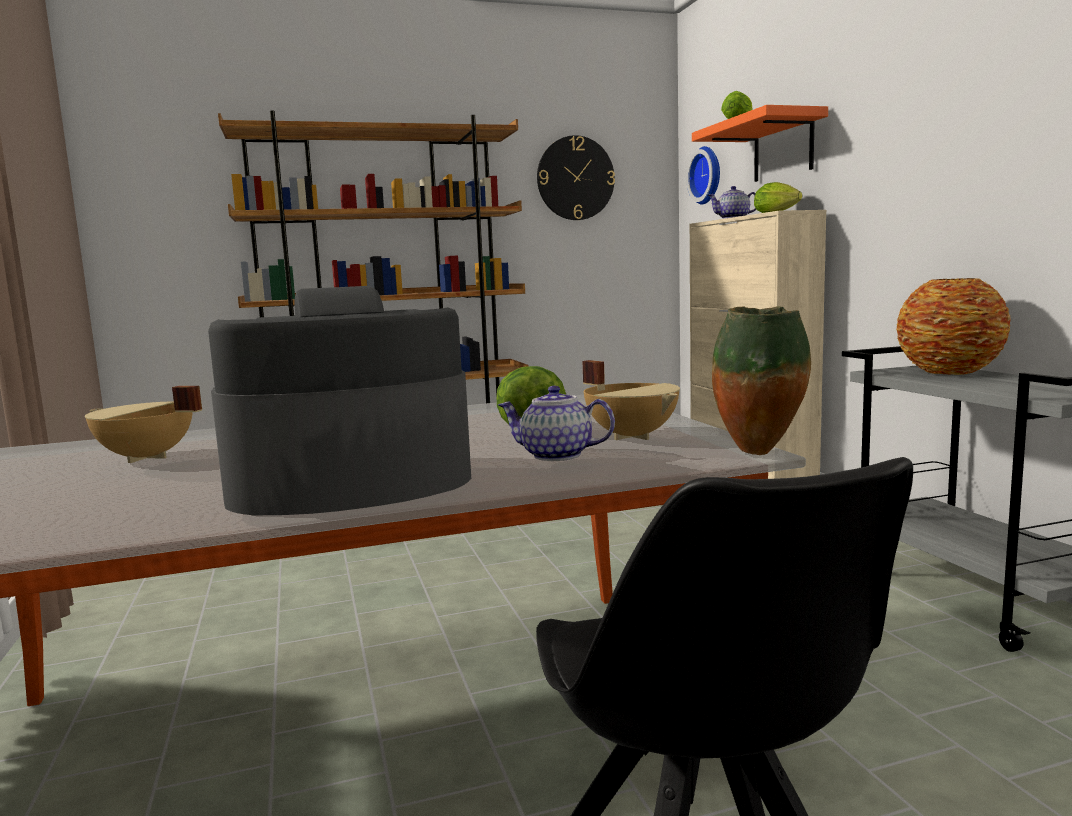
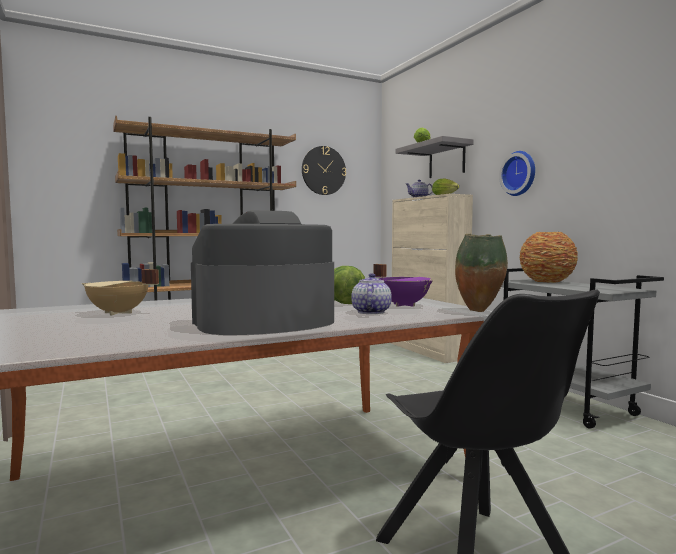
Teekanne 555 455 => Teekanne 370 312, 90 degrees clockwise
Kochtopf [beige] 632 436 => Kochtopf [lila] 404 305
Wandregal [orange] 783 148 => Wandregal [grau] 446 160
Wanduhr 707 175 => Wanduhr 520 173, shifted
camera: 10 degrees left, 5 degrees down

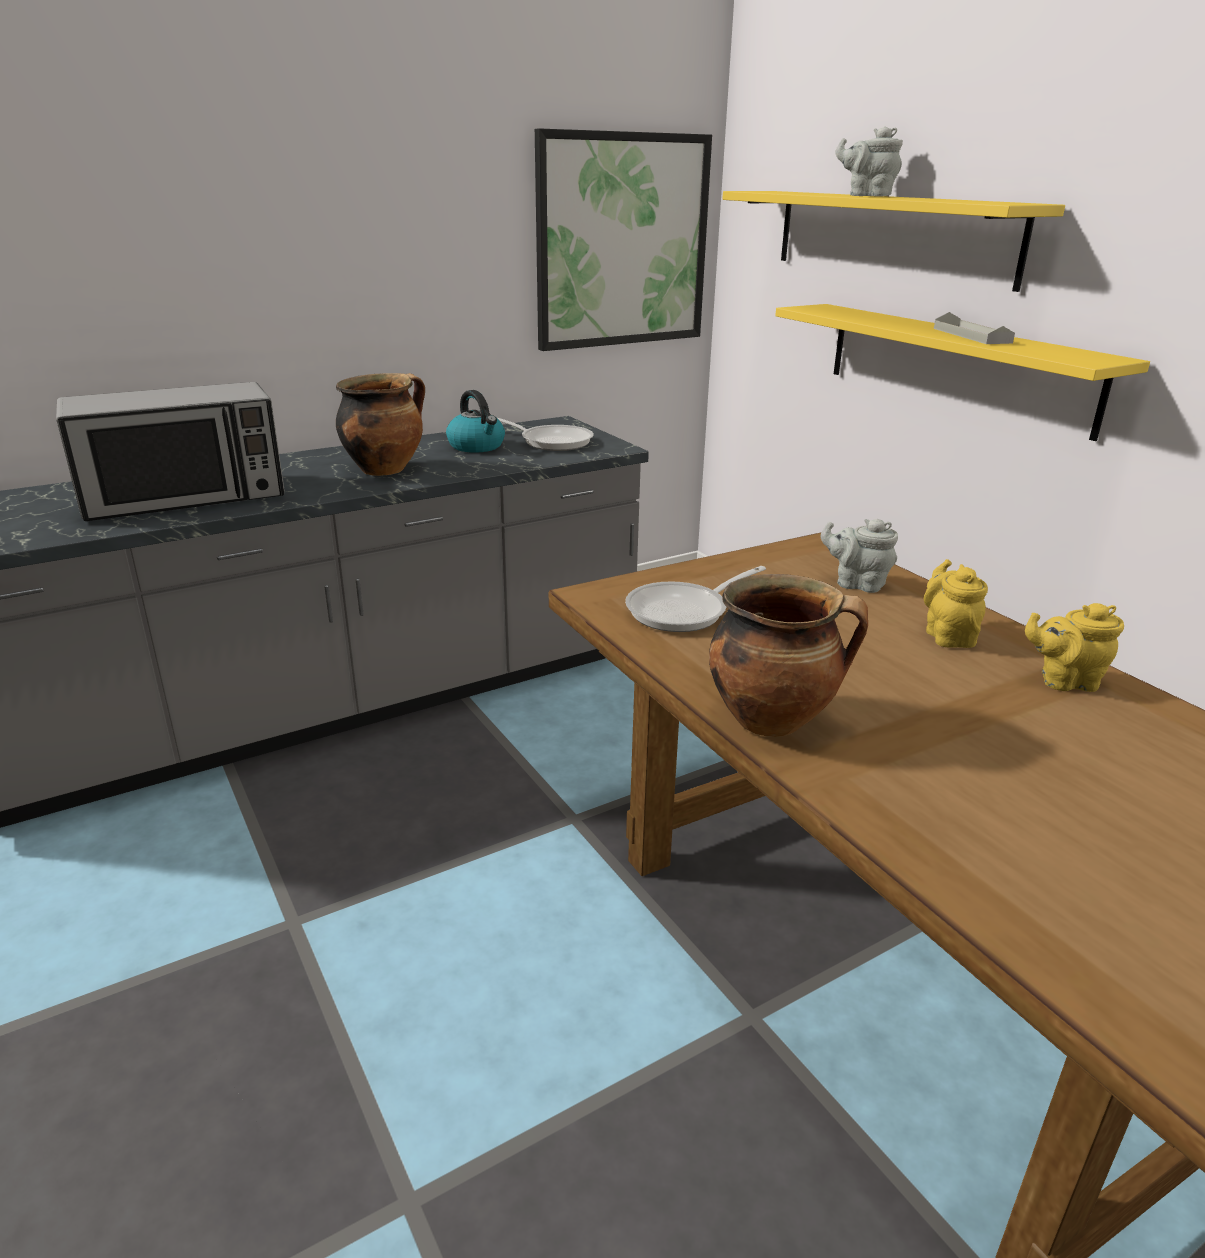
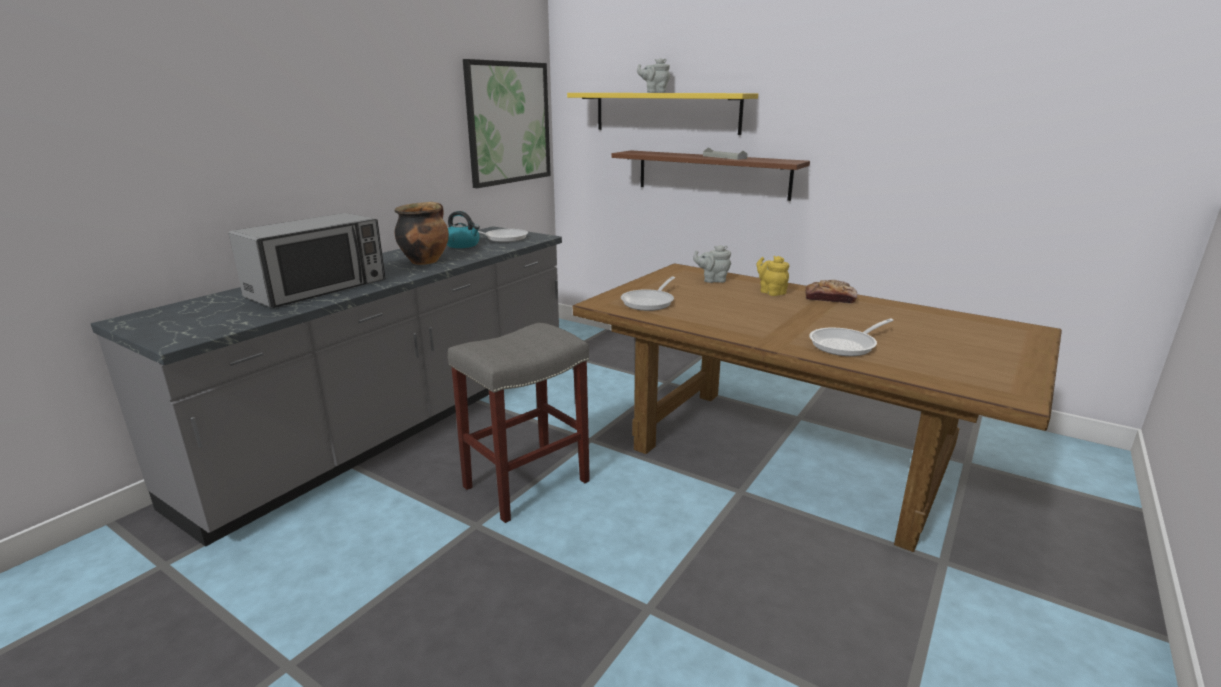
nothing => Hocker [grau] 527 483
Wandregal [gelb] 955 366 => Wandregal [braun] 712 174
Teekanne [gelb] 1063 681 => Brot 830 299
nothing => Pfanne 846 345
Kochtopf 773 720 => nothing
camera: 25 degrees left, 5 degrees down

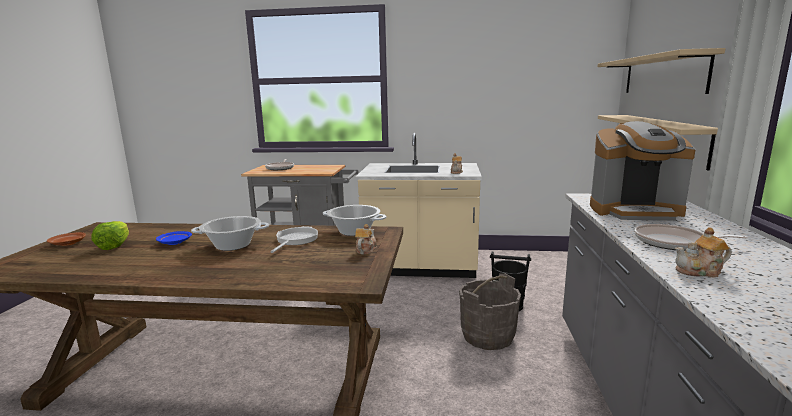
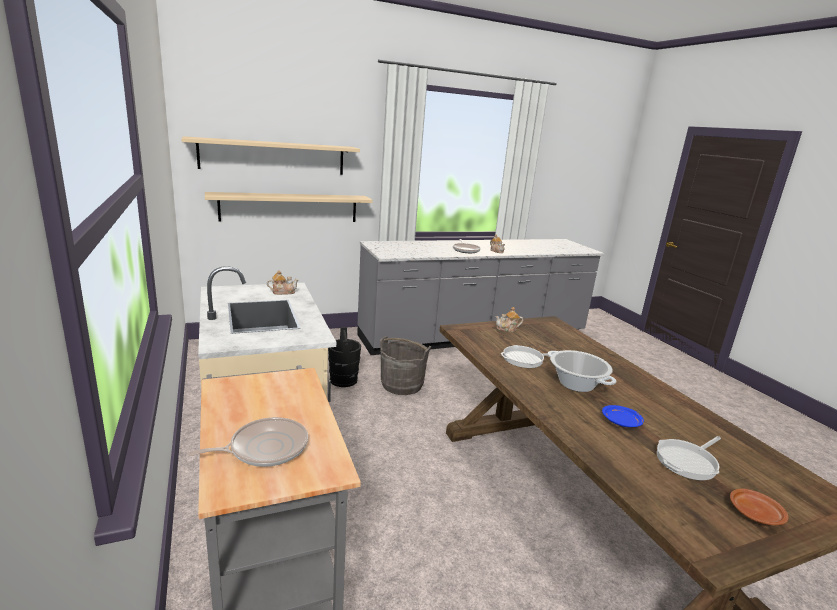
Salatkopf 115 245 => Pfanne 688 461
Kochtopf 354 231 => nothing
Kaffeemaschine 635 211 => nothing
camera: 120 degrees left, 5 degrees up

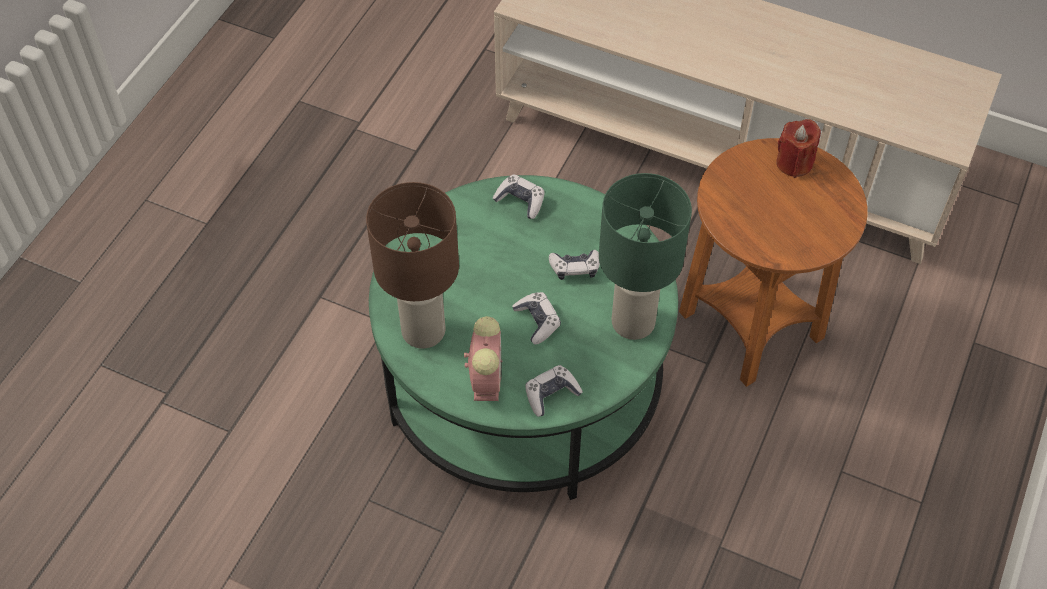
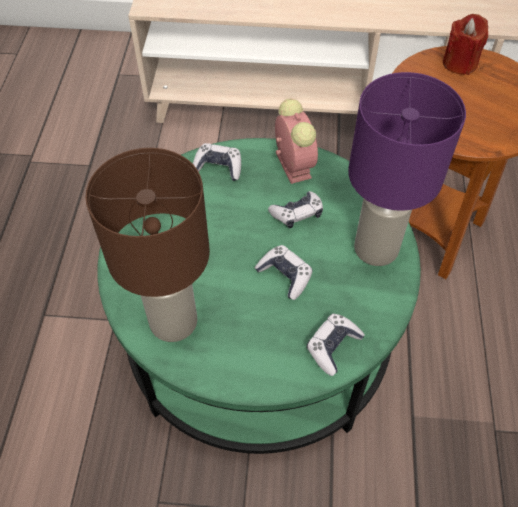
Wecker 486 378 => Wecker 292 164, shifted
Tischlampe [grün] 632 321 => Tischlampe [lila] 375 247
camera: 20 degrees left, 0 degrees up

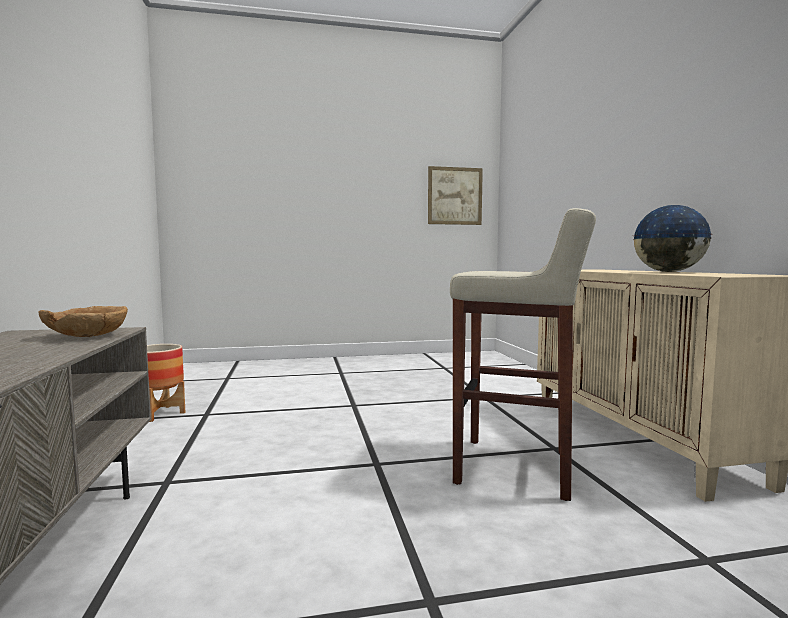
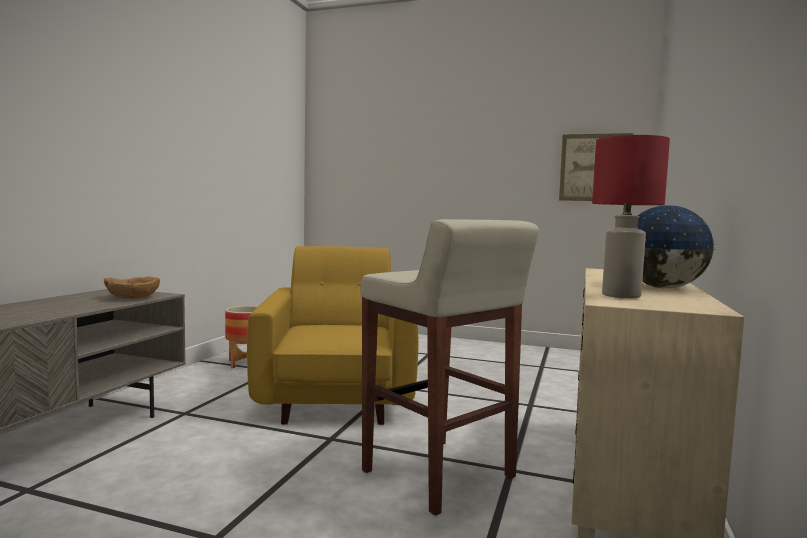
nothing => Sessel [gelb] 338 397
nothing => Tischlampe [rot] 620 296
camera: 30 degrees right, 0 degrees up

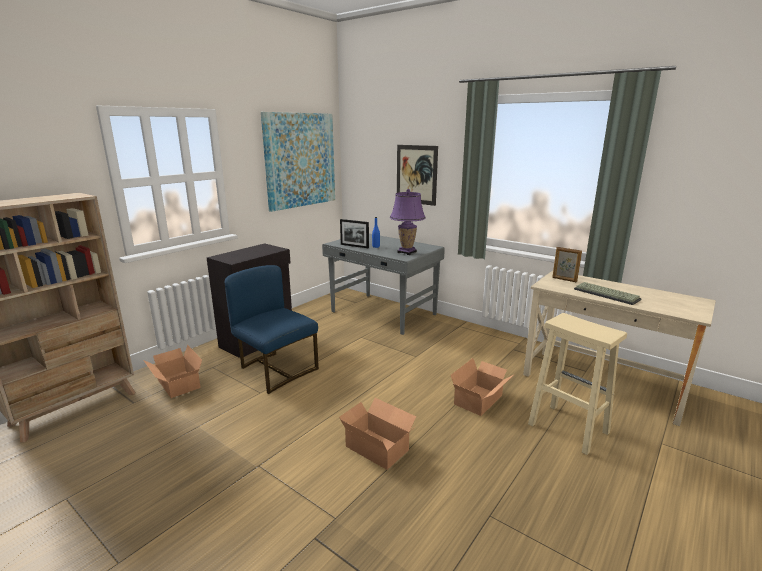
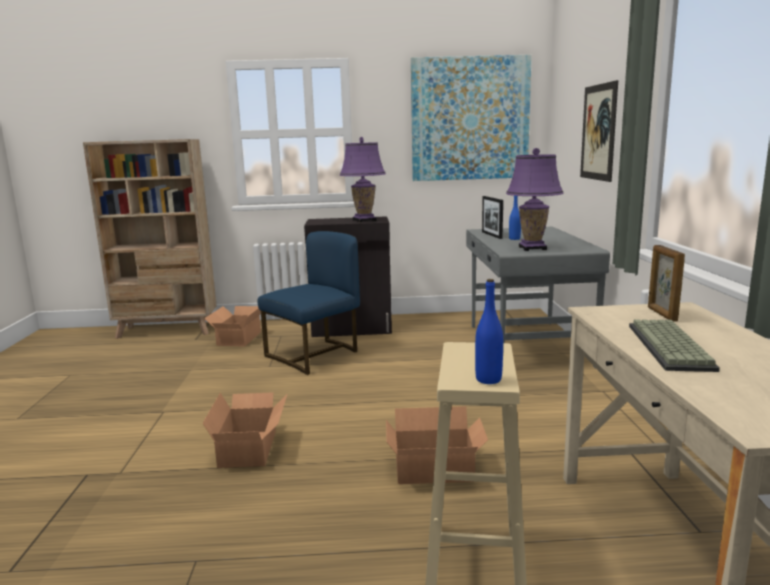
Stuhl [blau] 276 370 => Stuhl [blau] 315 355, 45 degrees clockwise
nothing => Tischlampe [lila] 364 220
nothing => Flasche [blau] 488 379
camera: 50 degrees right, 5 degrees down

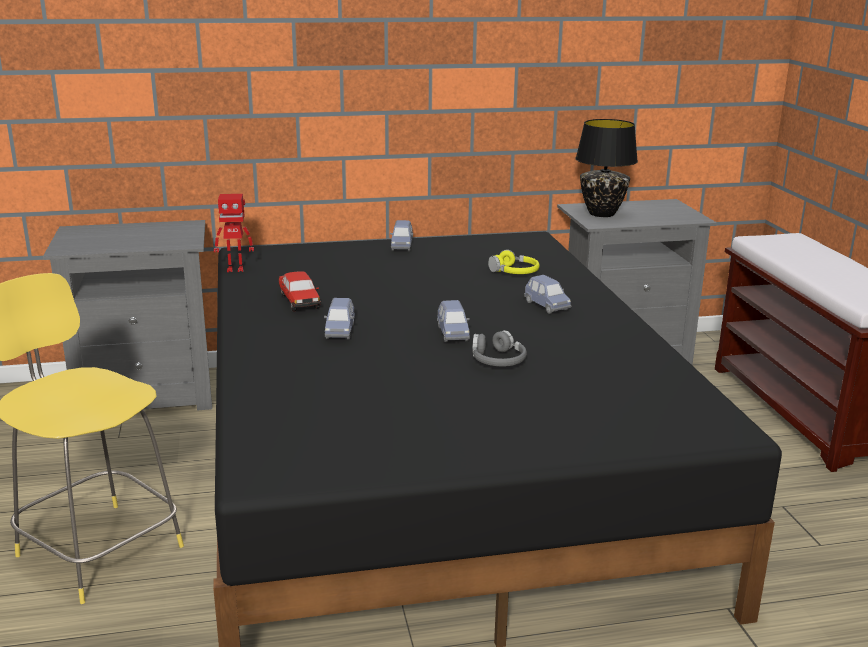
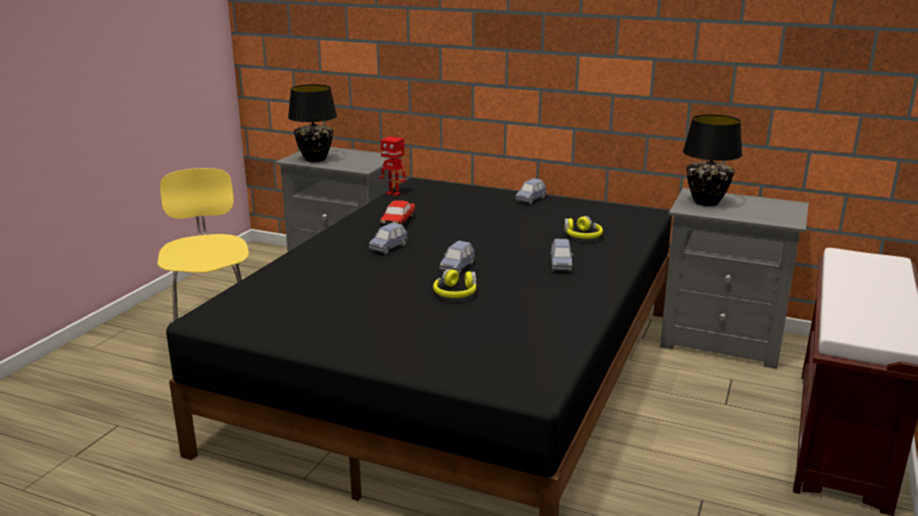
nothing => Tischlampe [schwarz] 315 159
Kopfhörer [grau] 497 360 => Kopfhörer [gelb] 455 293
camera: 35 degrees right, 0 degrees up

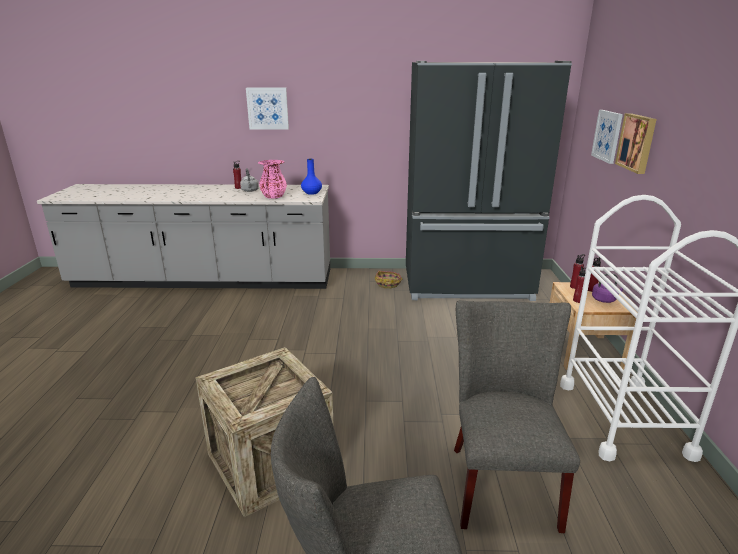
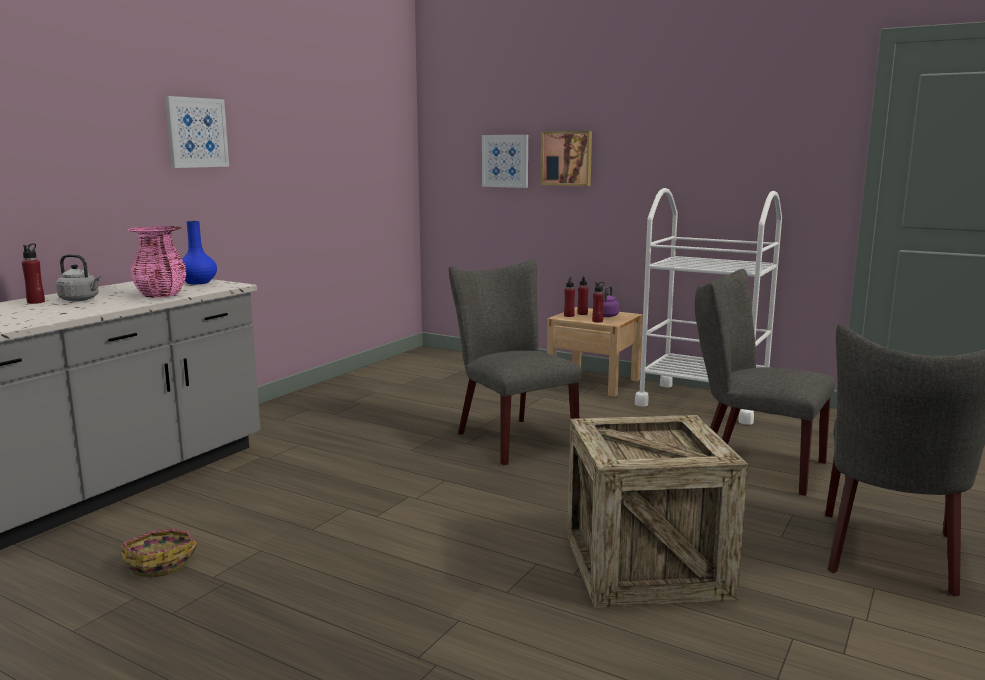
Korb 388 283 => Korb 161 562, shifted
Bild 267 108 => Bild 196 132, shifted
nothing => Stuhl [grau] 510 438
Kühlschrank [schwarz] 468 285 => nothing
camera: 60 degrees left, 10 degrees down

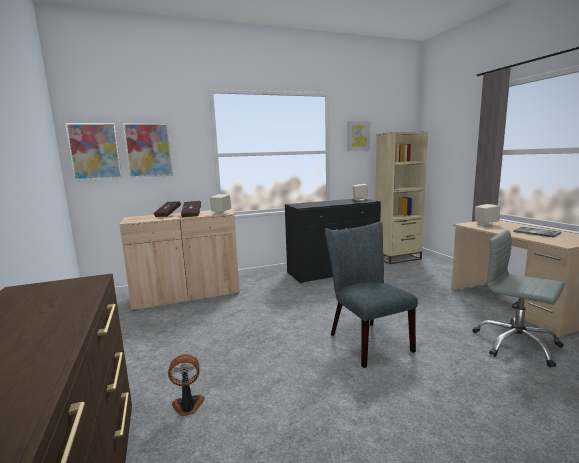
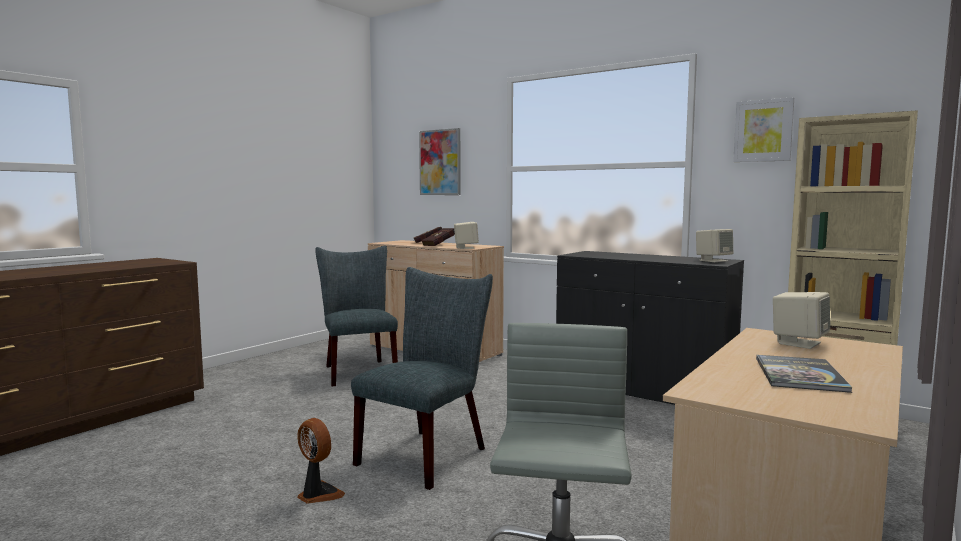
Ventilator 188 406 => Ventilator 318 494, shifted
nothing => Stuhl [grau] 358 371
Bild 95 151 => nothing
camera: 55 degrees right, 5 degrees down

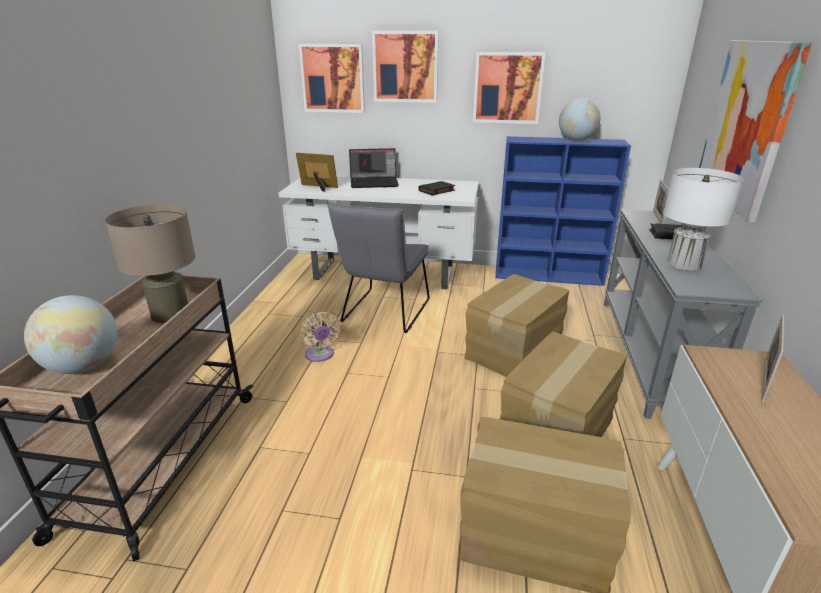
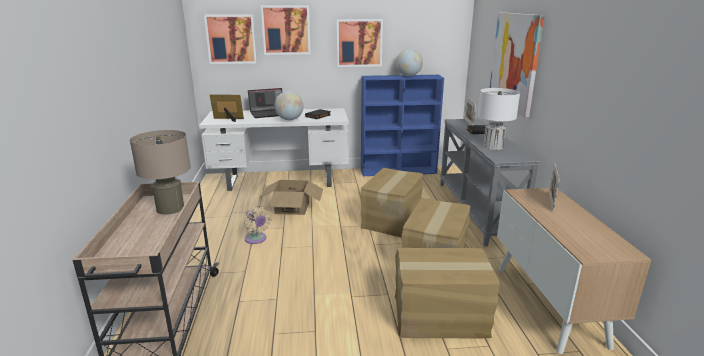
Stuhl [grau] 383 314 => Karton 292 207
Globus 83 366 => Globus 289 119, shifted
camera: 15 degrees left, 5 degrees down

